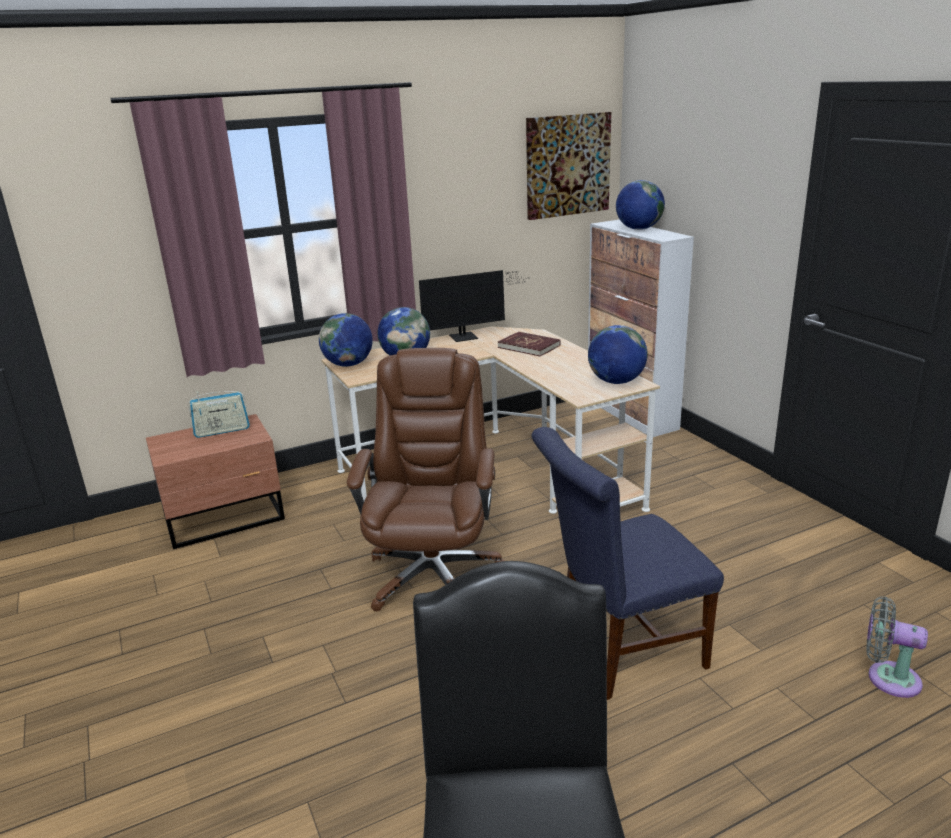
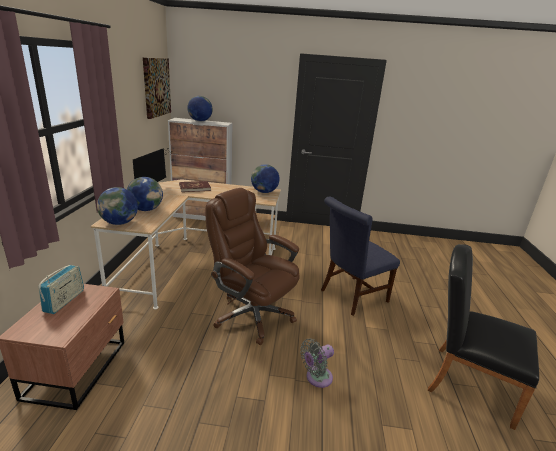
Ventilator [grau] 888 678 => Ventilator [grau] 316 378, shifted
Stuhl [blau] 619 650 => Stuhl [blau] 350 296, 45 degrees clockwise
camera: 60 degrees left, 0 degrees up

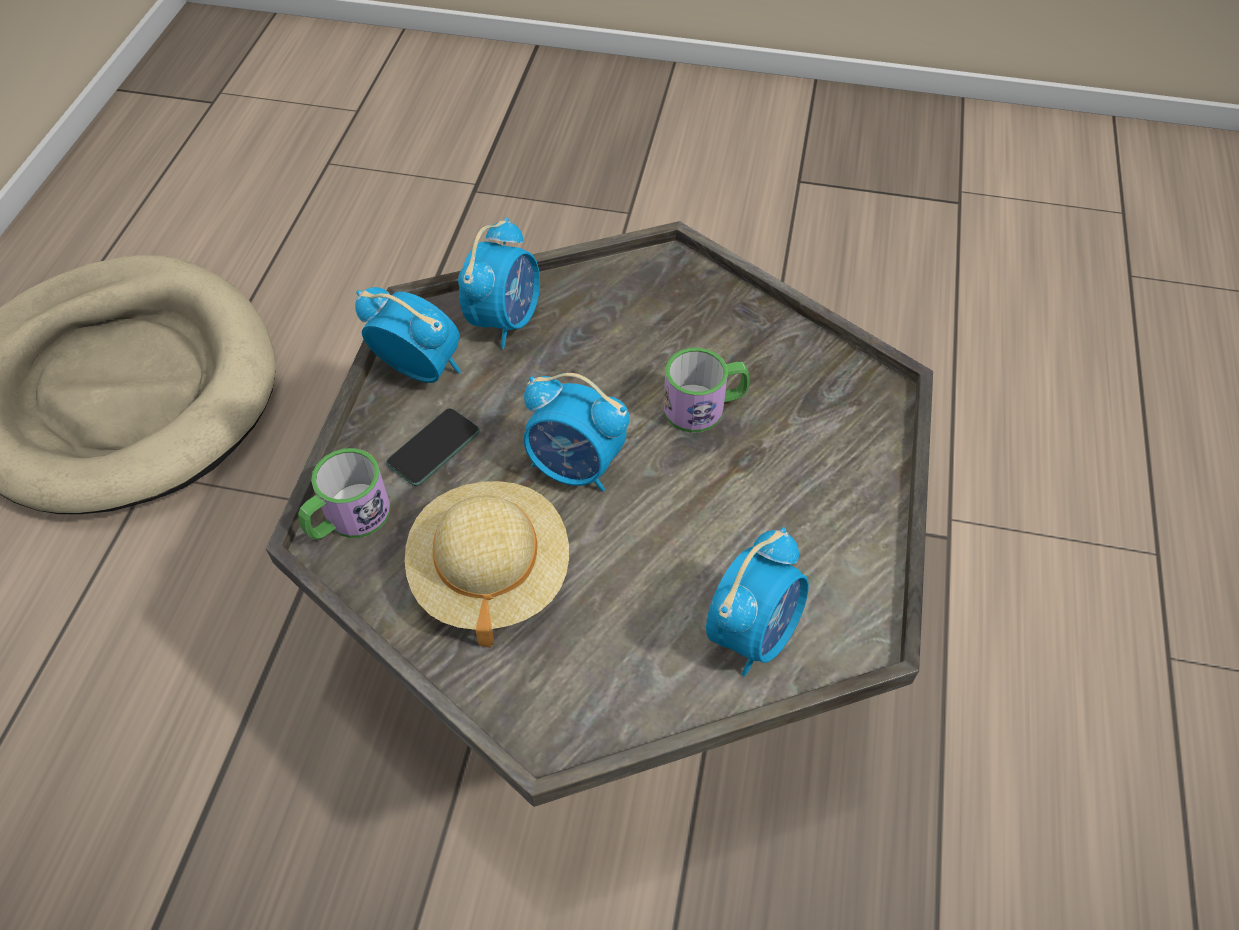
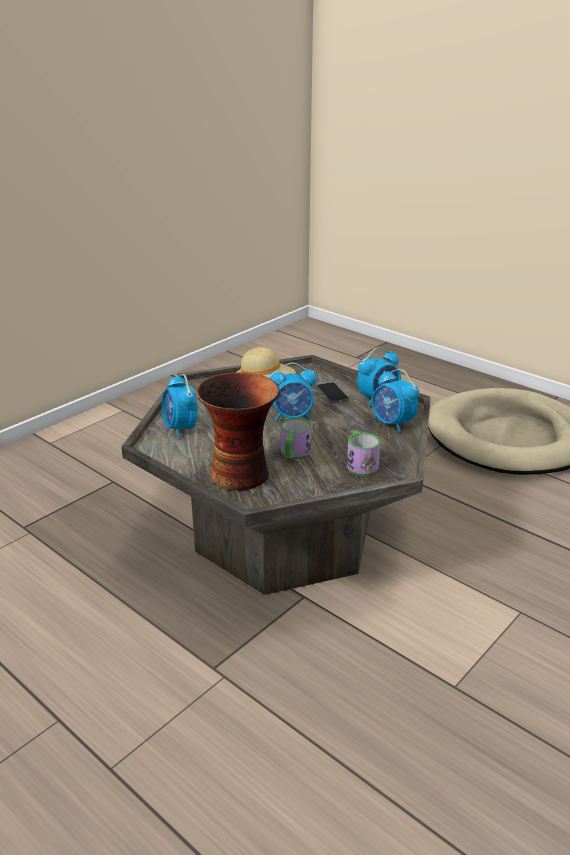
nothing => Vase 241 474
Wecker 575 467 => Wecker 292 417, 150 degrees counterclockwise
Henkelbecher 348 518 => Henkelbecher 360 464, shifted
camera: 120 degrees right, 25 degrees down

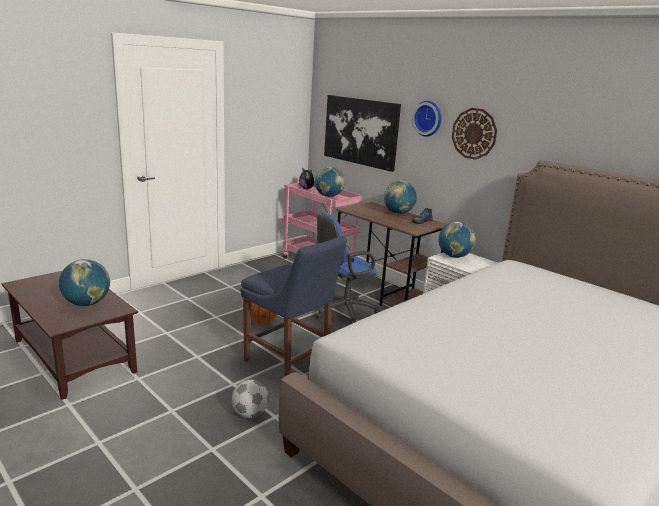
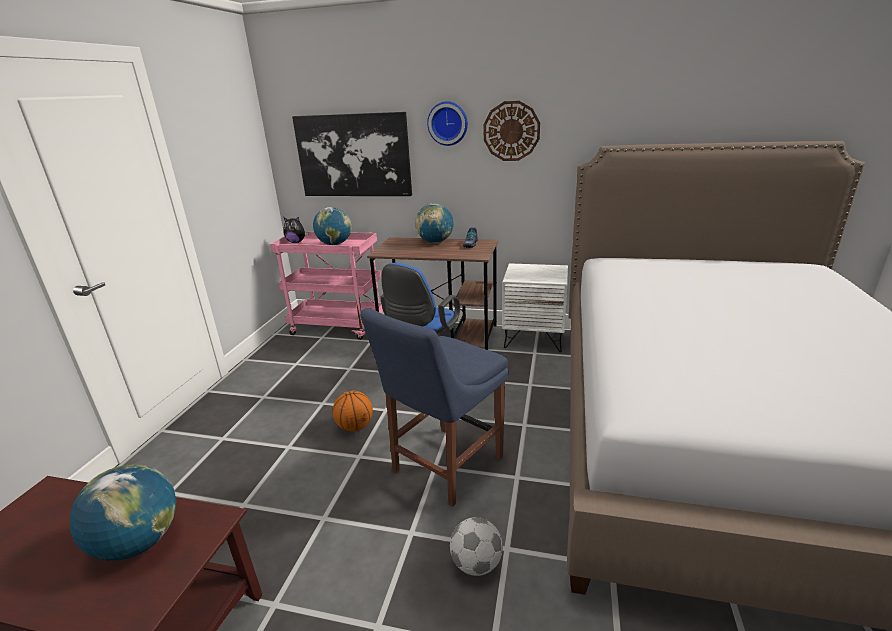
Stuhl [blau] 289 364 => Stuhl [blau] 443 466, 120 degrees clockwise
Globus 454 256 => nothing
camera: 30 degrees left, 5 degrees up

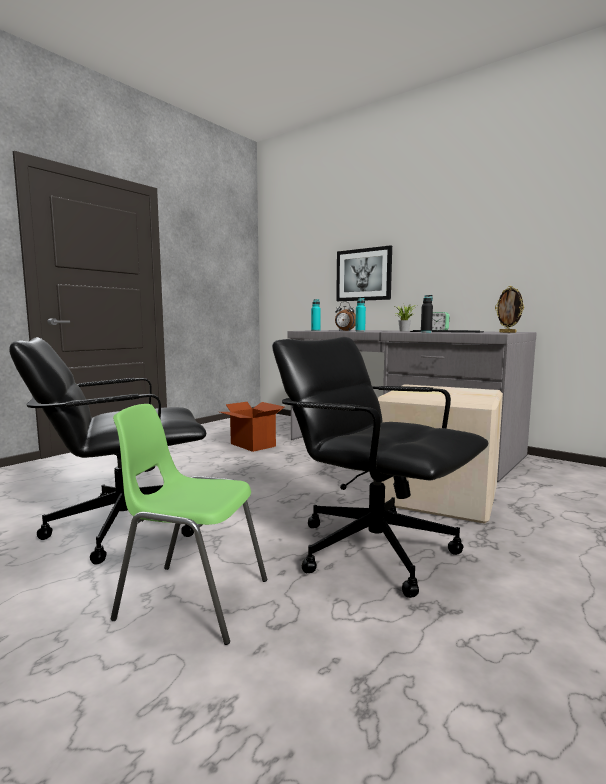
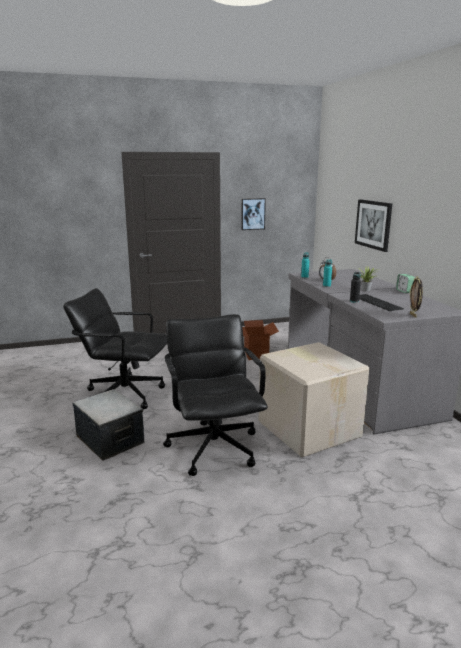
Stuhl [grün] 192 599 => Aufbewahrungsbox 110 440
nothing => Bild 253 214
camera: 35 degrees right, 10 degrees up

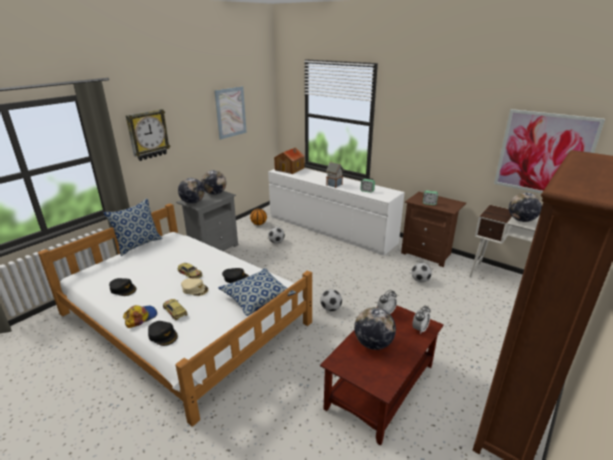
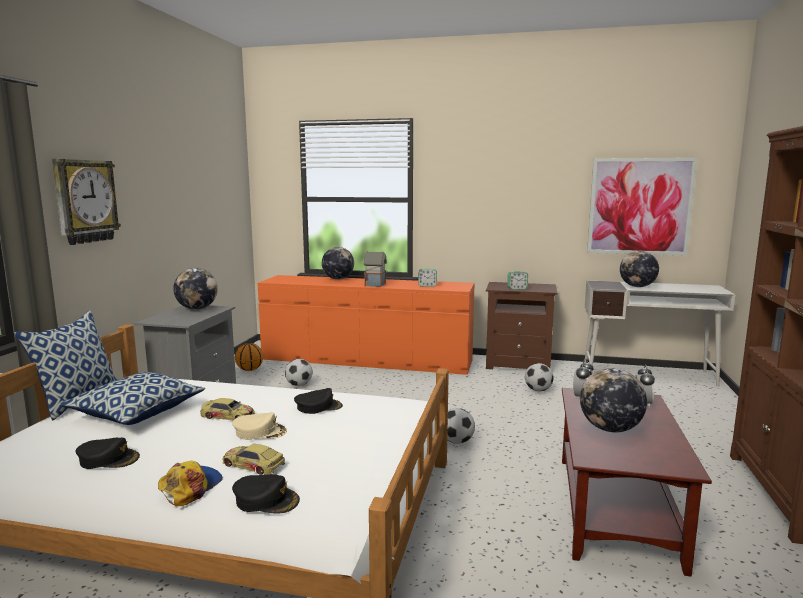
Kissen 257 298 => Kissen 137 413, shifted
Kommode [weiß] 330 229 => Kommode [orange] 367 359
Globus 192 202 => Globus 338 279, shifted
Bild 230 112 => nothing
Spielzeughaus 290 169 => nothing
camera: 25 degrees left, 15 degrees down

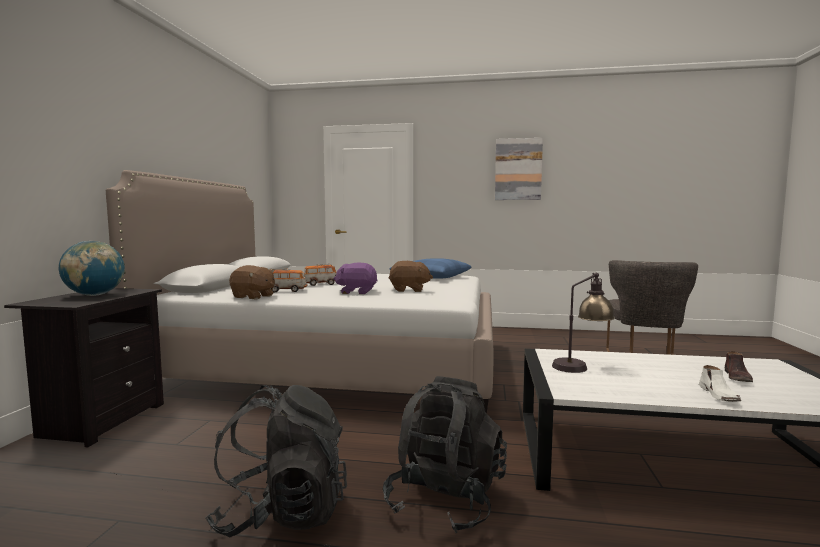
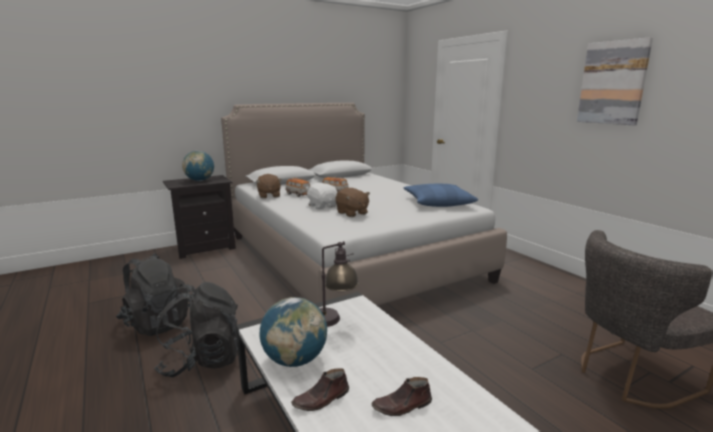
nothing => Globus 295 360
Schuh [weiß] 719 395 => Schuh [braun] 321 399
Plüschtier [lila] 356 292 => Plüschtier [weiß] 322 206
camera: 50 degrees right, 10 degrees up

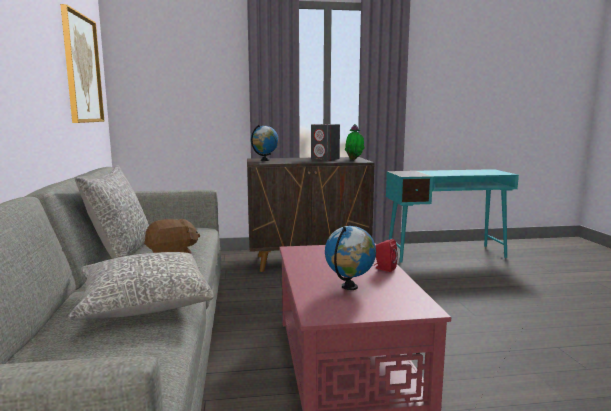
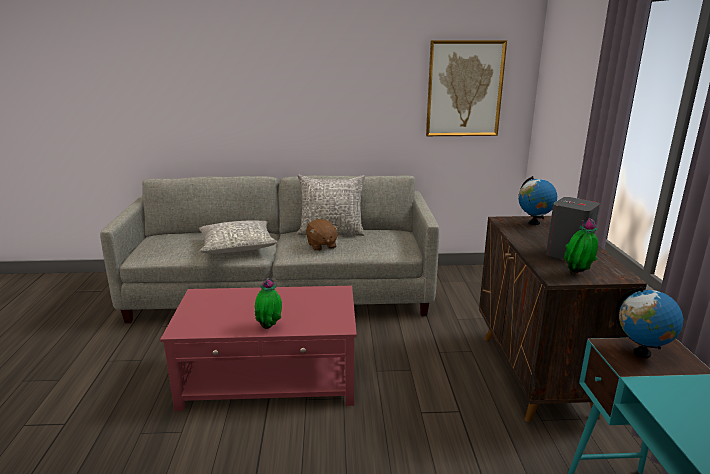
Lautsprecher [rot] 384 268 => Topfpflanze 269 327
Globus 349 287 => Globus 641 353, shifted
camera: 95 degrees right, 10 degrees up

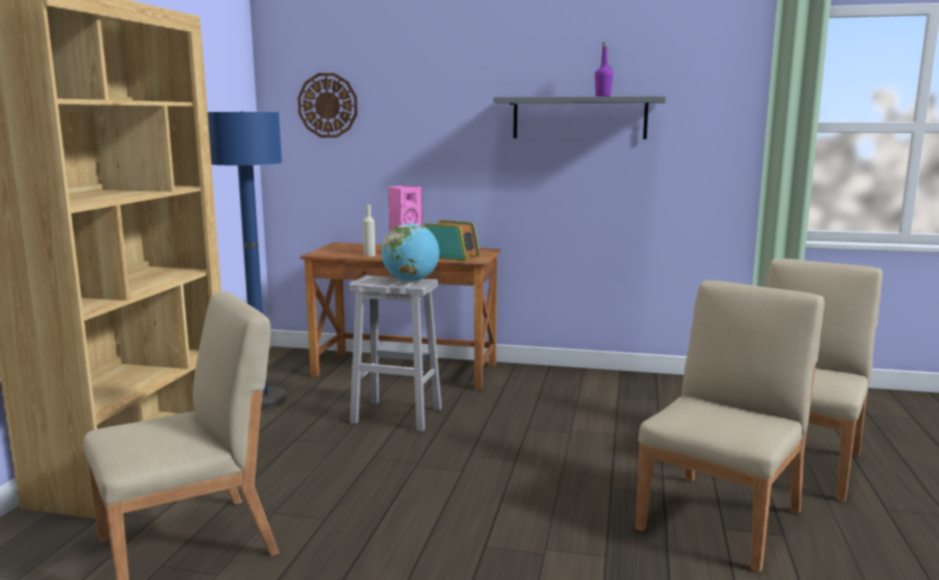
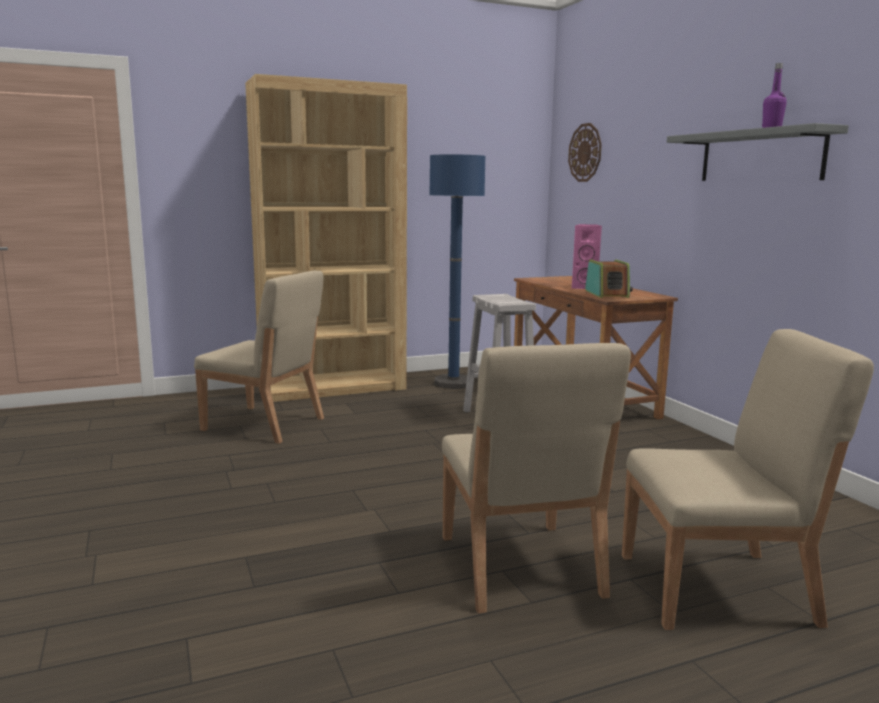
Stuhl [beige] 721 519 => Stuhl [beige] 519 566, 75 degrees clockwise
Flasche [beige] 369 255 => nothing
Globus 411 281 => nothing
camera: 55 degrees right, 0 degrees up

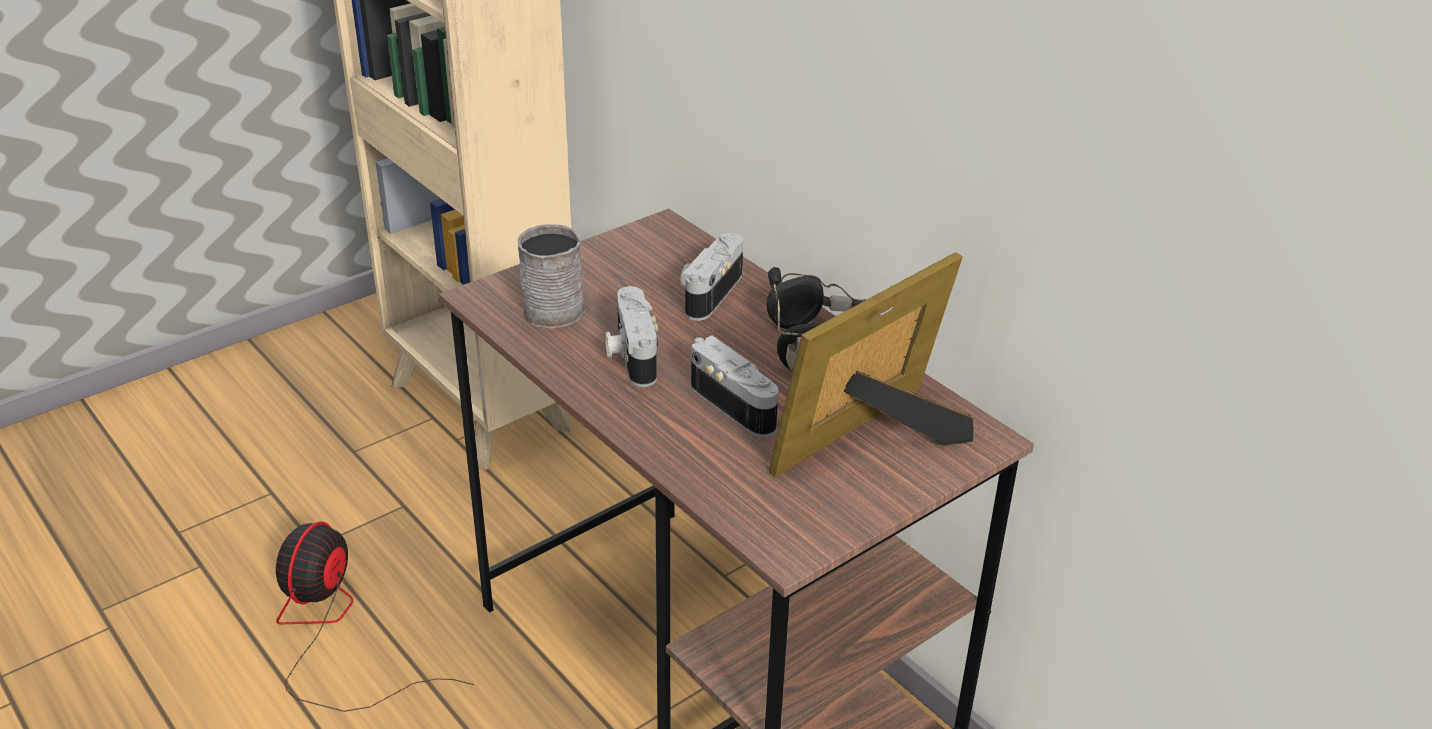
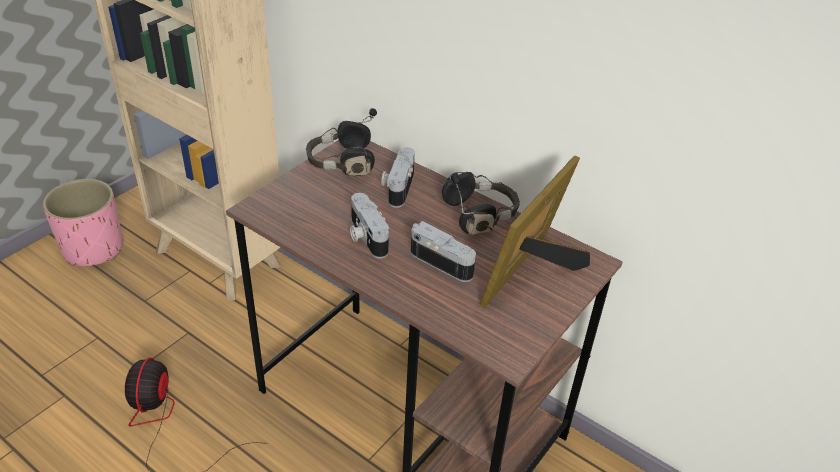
nothing => Pflanzkübel [rosa] 94 249
nothing => Kopfhörer [schwarz] 342 162
Henkelbecher [grau] 556 306 => nothing
camera: 15 degrees left, 5 degrees up

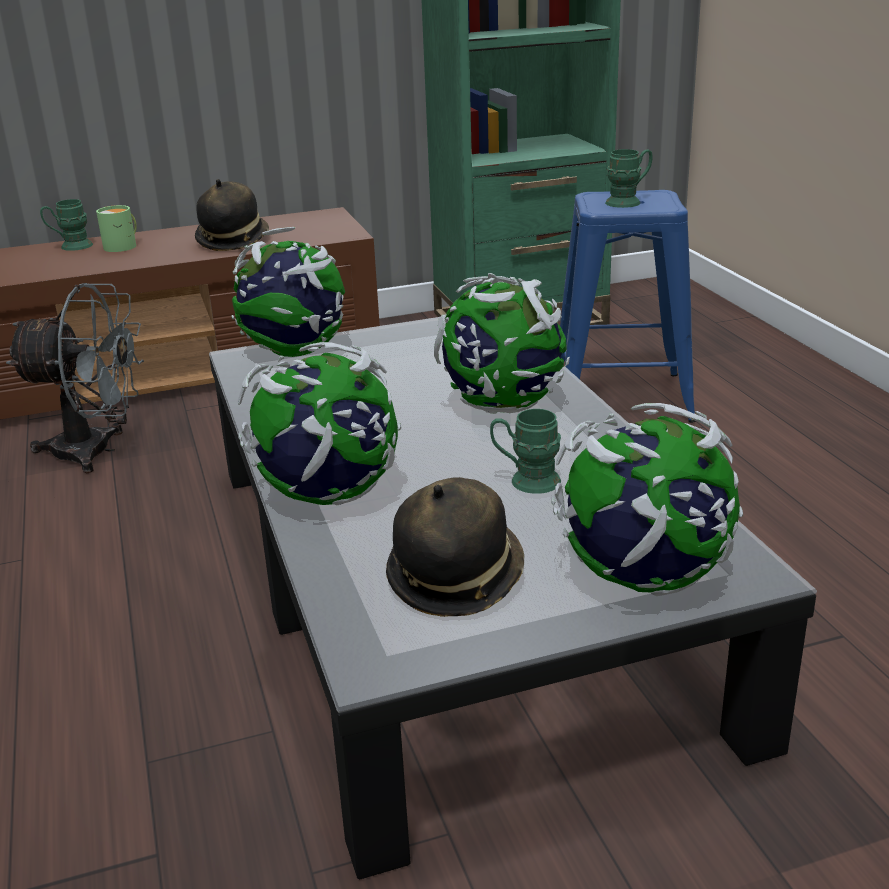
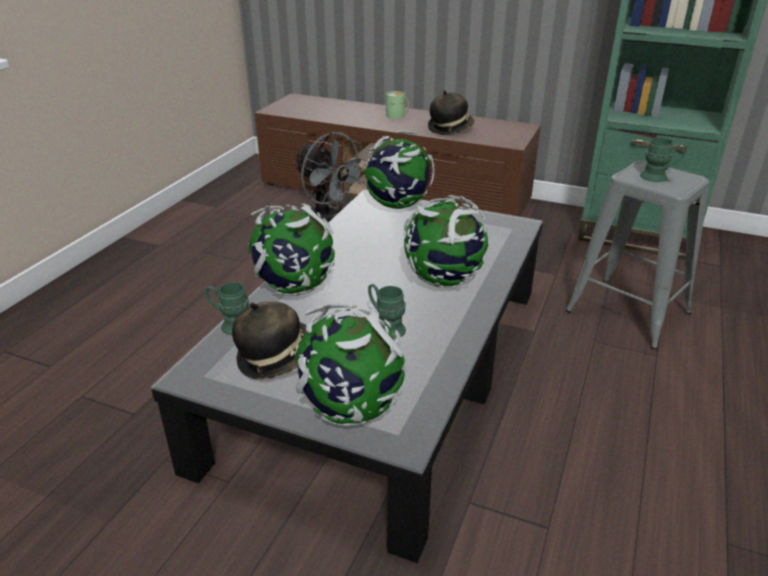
Henkelbecher [grün] 70 247 => Henkelbecher [grün] 231 325, shifted
Hocker [blau] 621 398 => Hocker [grau] 627 312
camera: 40 degrees right, 5 degrees up

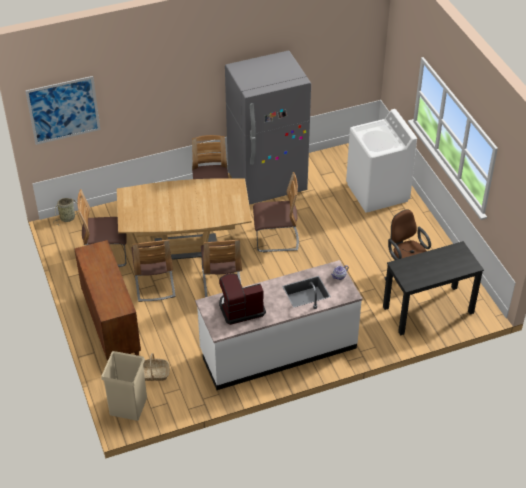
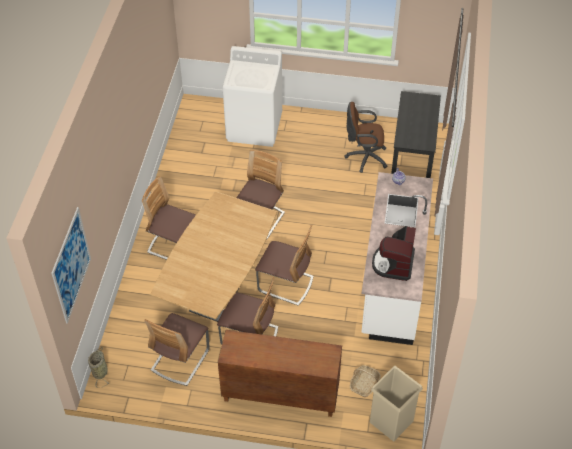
Kühlschrank [grau] 267 183 => nothing
camera: 60 degrees left, 5 degrees up

